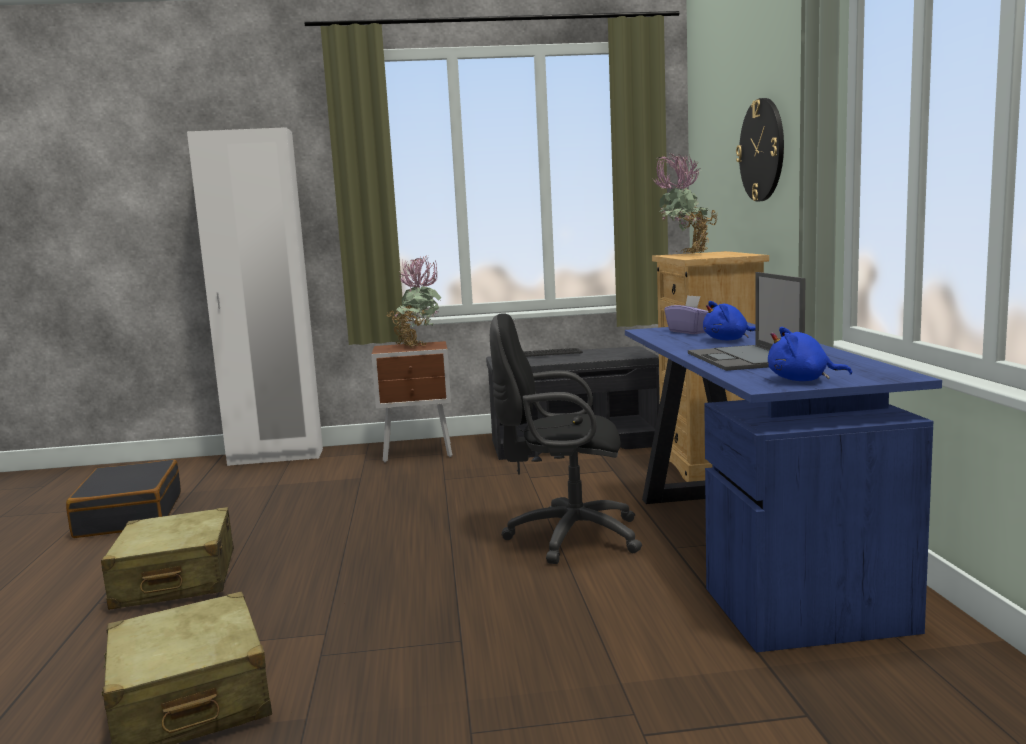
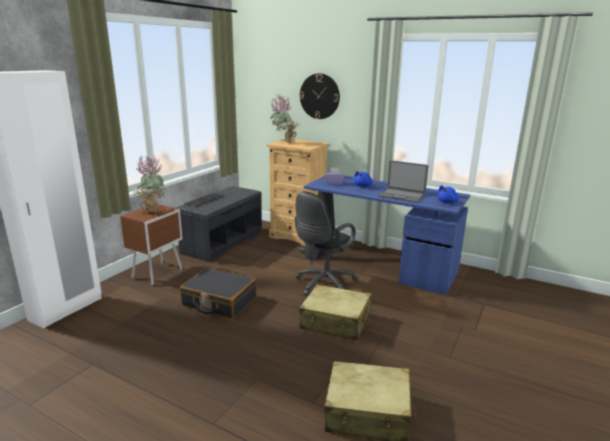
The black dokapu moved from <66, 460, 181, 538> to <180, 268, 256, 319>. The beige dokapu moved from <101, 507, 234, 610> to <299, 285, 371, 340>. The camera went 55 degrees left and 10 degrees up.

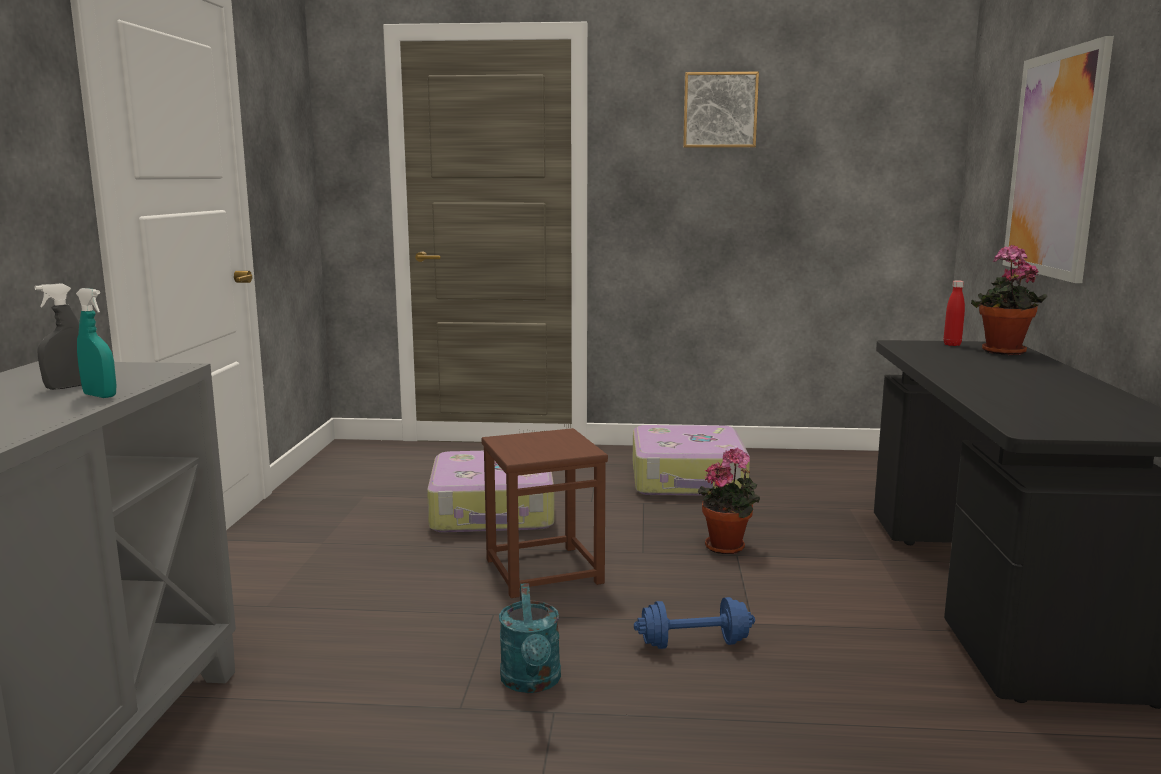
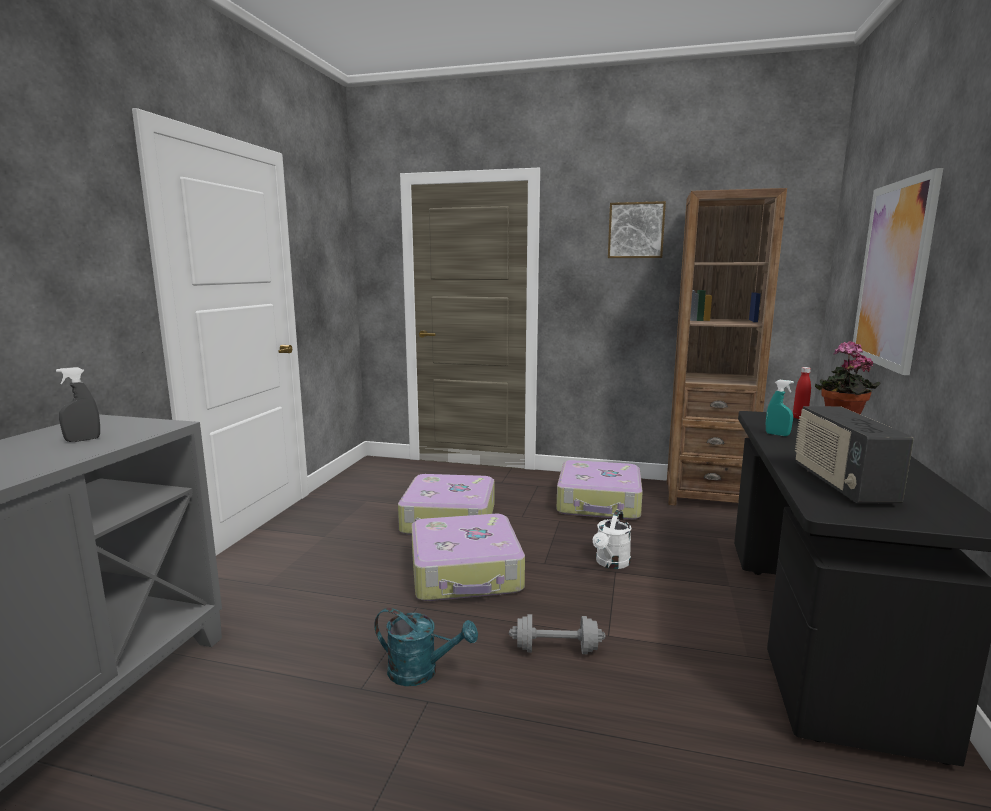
The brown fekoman at <667, 188, 787, 506> appeared. The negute at <795, 406, 913, 503> appeared. The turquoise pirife moved from <76, 288, 116, 398> to <766, 380, 794, 436>. The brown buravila at <481, 428, 608, 598> was replaced by the dokapu at <411, 514, 525, 601>. The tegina at <698, 447, 760, 554> was replaced by the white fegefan at <593, 510, 632, 569>. The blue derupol at <634, 597, 755, 649> became the grey derupol at <509, 614, 605, 654>. The turquoise fegefan at <499, 583, 561, 693> turned 75 degrees counterclockwise. The camera went 10 degrees right and 0 degrees up.

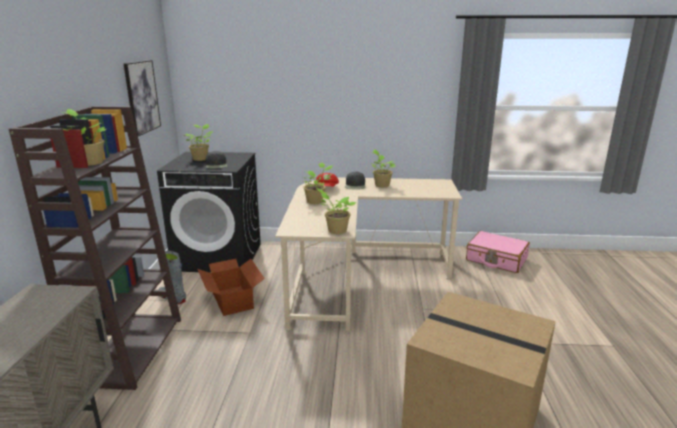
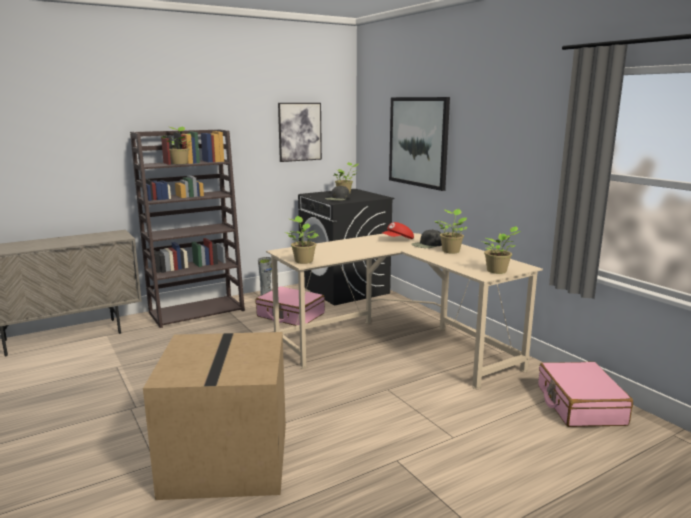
The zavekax at <389, 97, 450, 191> appeared. The tegina moved from <303, 163, 333, 204> to <482, 226, 521, 274>. The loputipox at <198, 259, 265, 316> was replaced by the pink dokapu at <255, 286, 325, 326>. The camera went 55 degrees right and 5 degrees down.

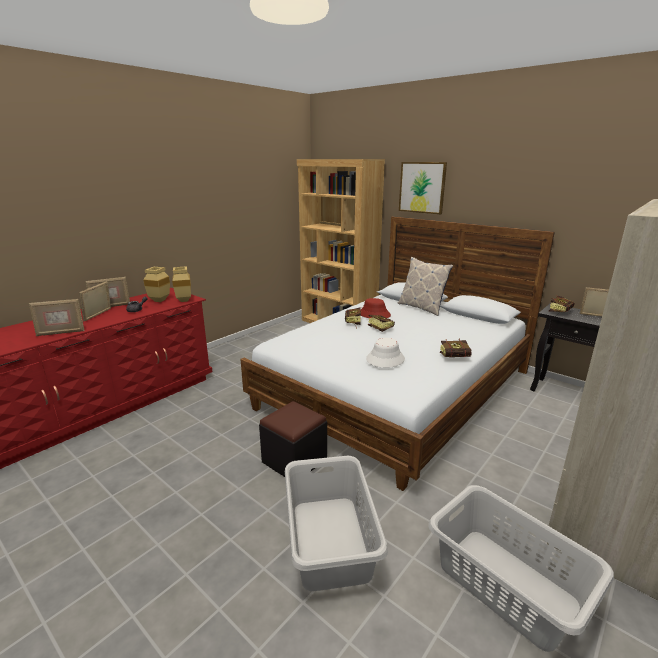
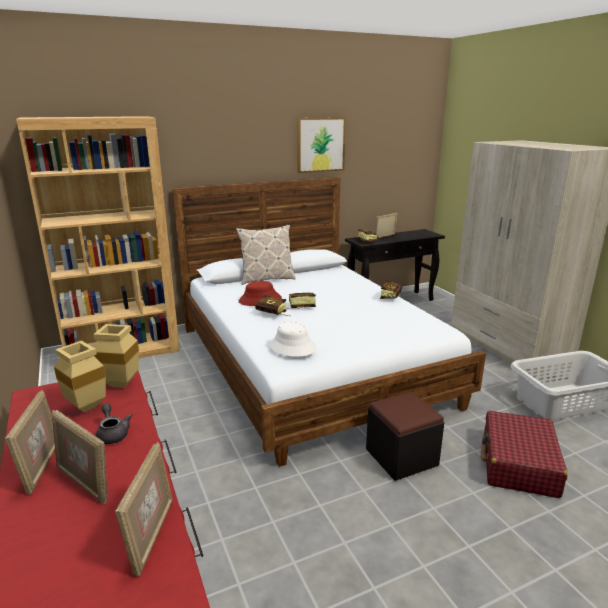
The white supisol moved from <366, 338, 405, 368> to <269, 322, 317, 357>. The zavekax moved from <399, 162, 447, 214> to <297, 117, 346, 173>. The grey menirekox at <285, 456, 388, 591> was replaced by the red dokapu at <481, 411, 568, 498>. The camera went 65 degrees left and 0 degrees up.

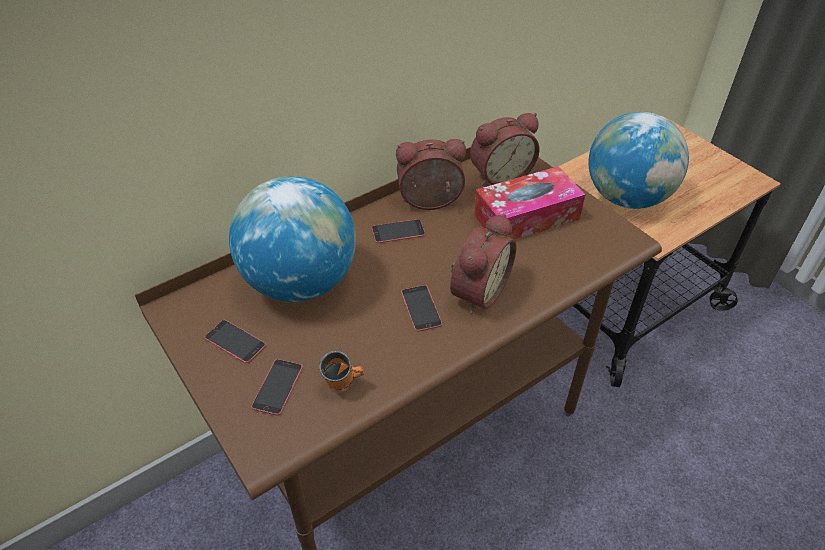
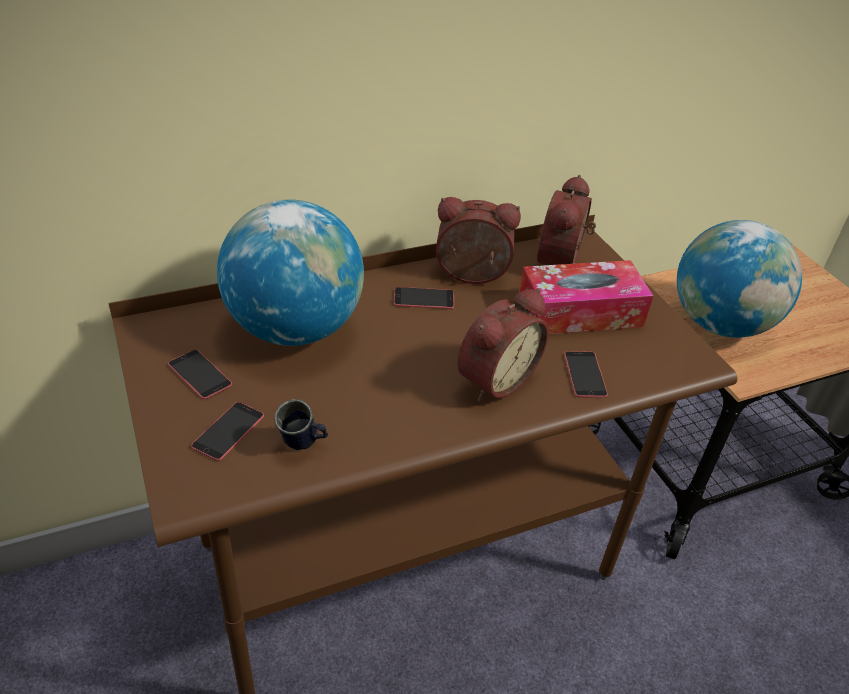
The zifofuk moved from <401, 285, 442, 332> to <564, 351, 608, 398>. The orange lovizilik at <319, 351, 364, 390> became the blue lovizilik at <274, 399, 328, 450>. The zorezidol at <470, 113, 540, 186> turned 120 degrees clockwise. The camera went 10 degrees right and 5 degrees down.

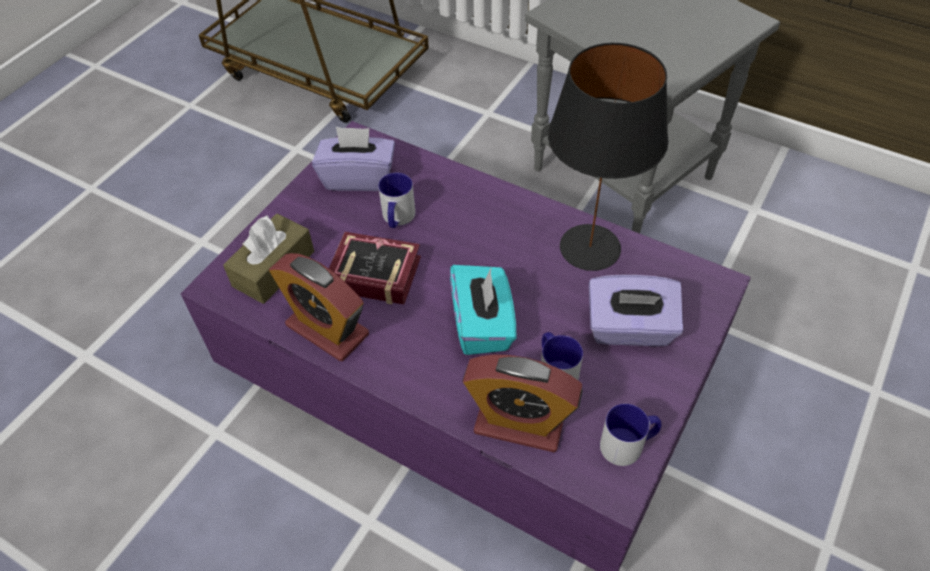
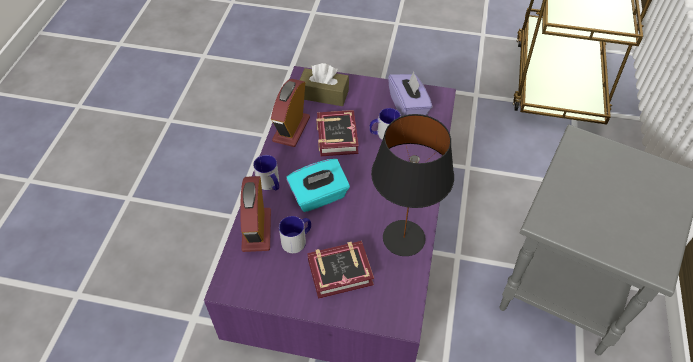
The lovizilik moved from <600, 404, 661, 466> to <253, 155, 279, 190>. The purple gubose at <589, 275, 683, 346> was replaced by the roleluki at <307, 241, 374, 299>. The camera went 70 degrees right and 0 degrees up.

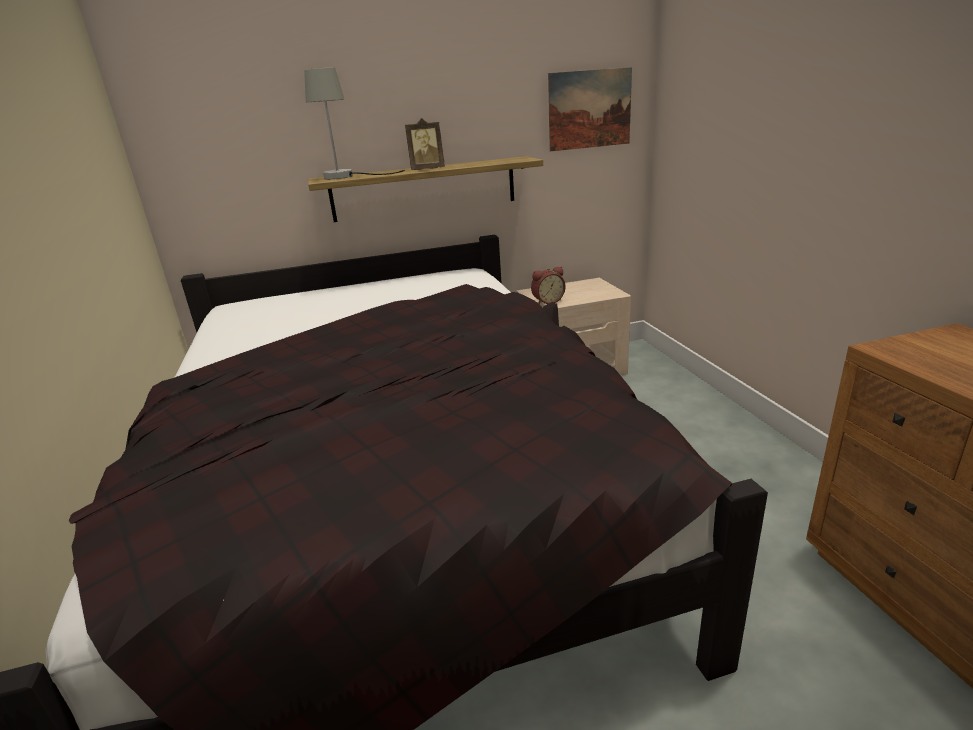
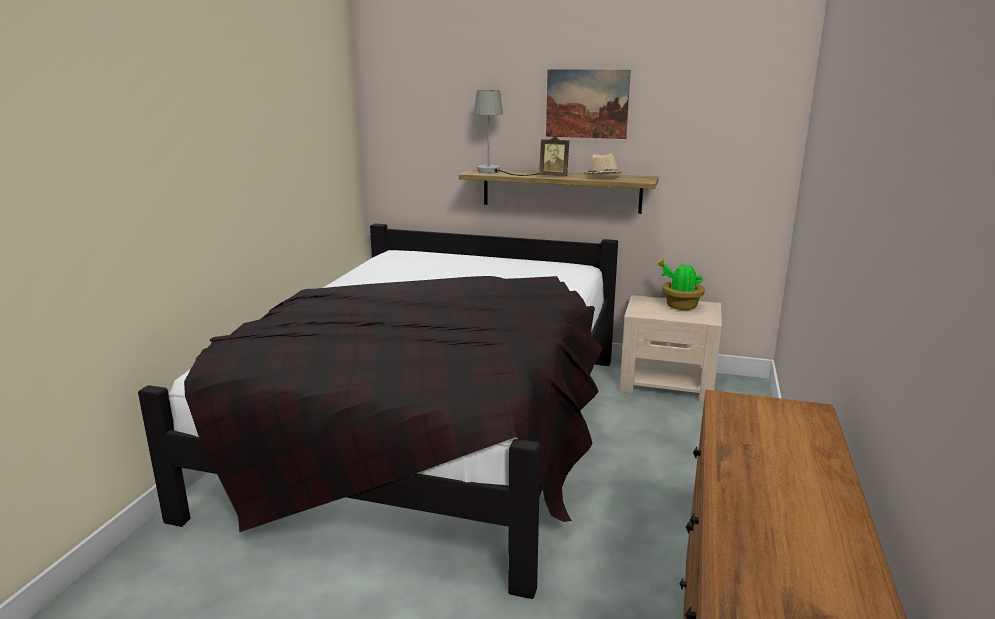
The zorezidol at <531, 266, 566, 304> disappeared. The beige supisol at <584, 153, 621, 175> appeared. The tegina at <657, 258, 705, 310> appeared. The zavekax moved from <548, 67, 632, 151> to <546, 69, 631, 139>. The camera went 30 degrees right and 5 degrees down.

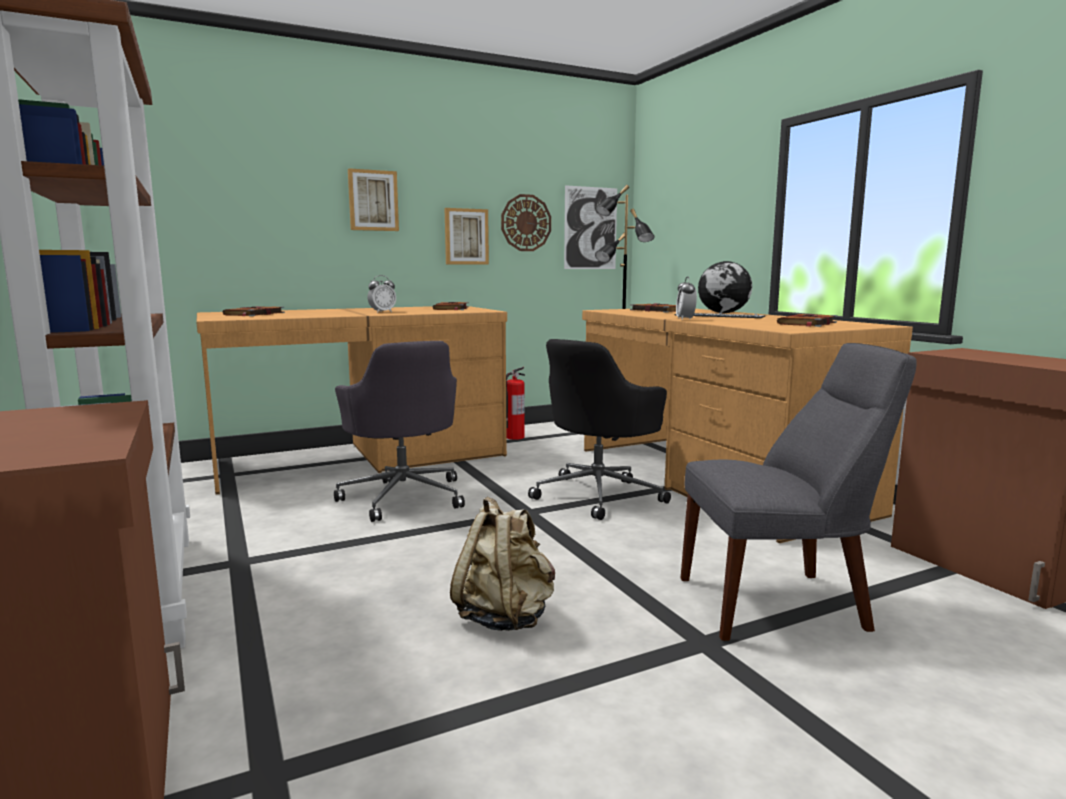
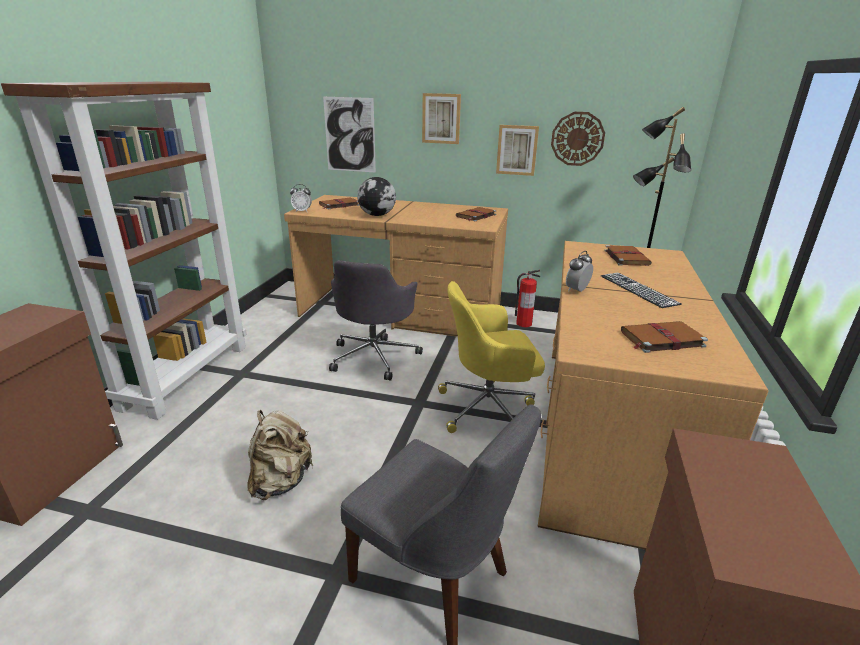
The zorezidol moved from <368, 275, 396, 313> to <290, 184, 312, 212>. The zavekax moved from <564, 185, 617, 269> to <323, 97, 376, 173>. The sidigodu moved from <698, 261, 752, 314> to <357, 177, 396, 216>. The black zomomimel at <528, 339, 671, 520> became the yellow zomomimel at <438, 281, 545, 433>. The camera went 40 degrees right and 15 degrees up.

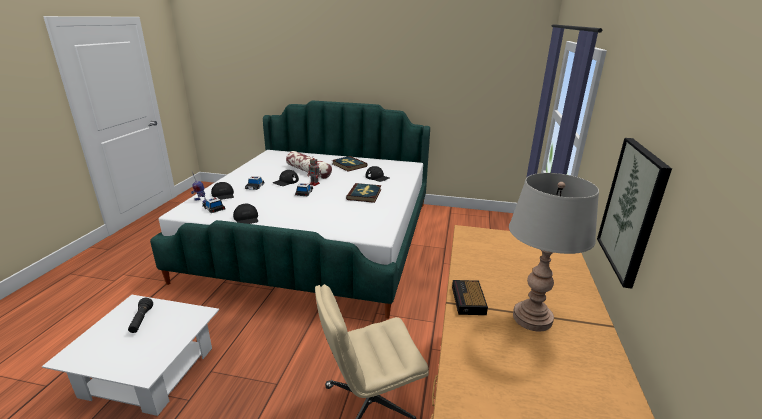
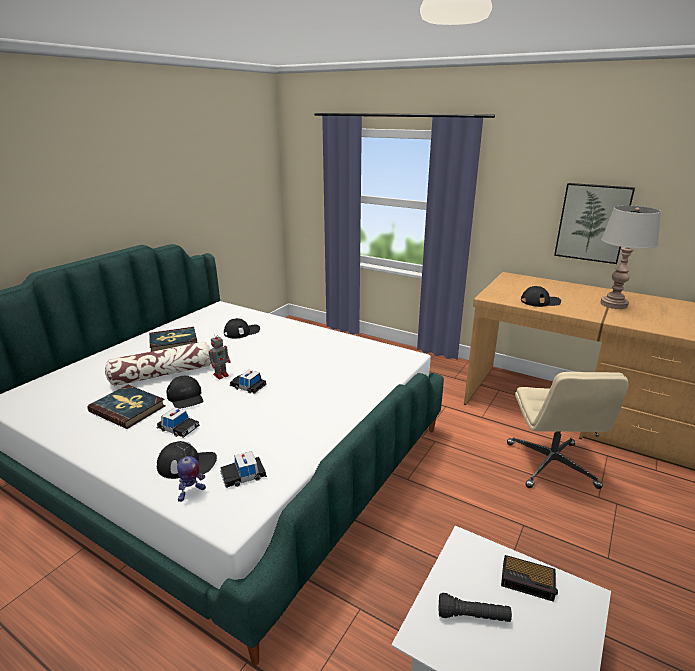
The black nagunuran moved from <233, 204, 258, 224> to <521, 286, 561, 307>. The roleluki moved from <346, 183, 381, 203> to <88, 385, 166, 429>. The zorezidol moved from <452, 280, 488, 315> to <501, 555, 558, 602>. The camera went 70 degrees left and 0 degrees up.

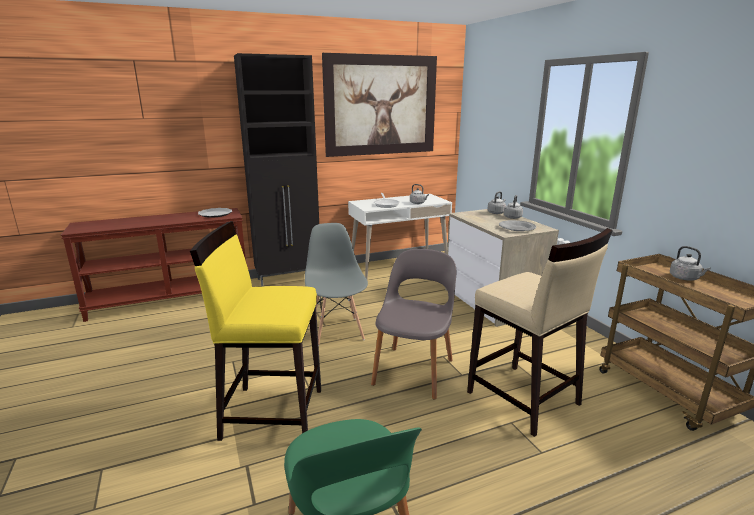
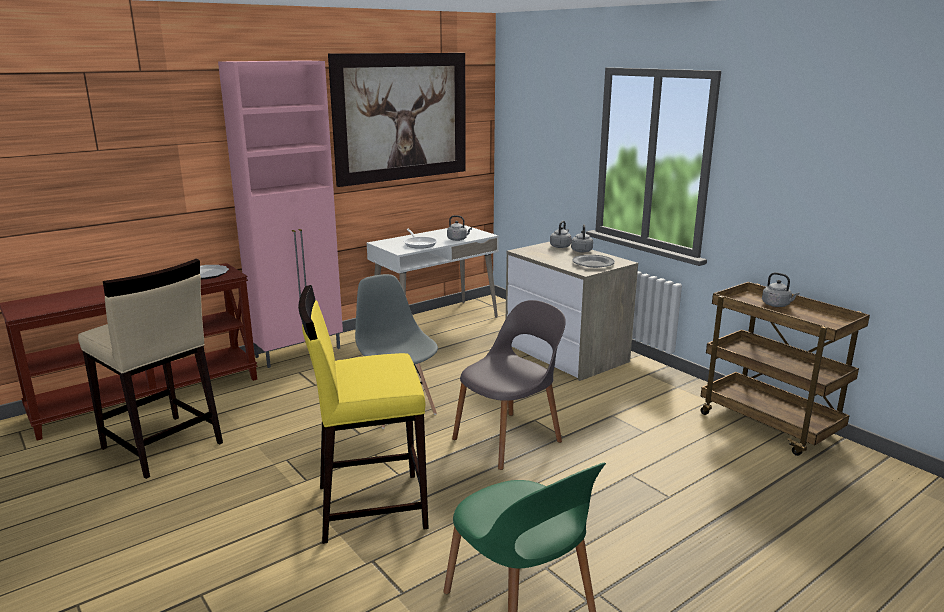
The beige buravila moved from <467, 228, 613, 437> to <78, 259, 223, 479>. The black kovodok at <234, 53, 319, 287> became the pink kovodok at <218, 60, 343, 368>. The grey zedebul at <371, 249, 456, 399> turned 45 degrees clockwise. The camera went 15 degrees left and 0 degrees up.

